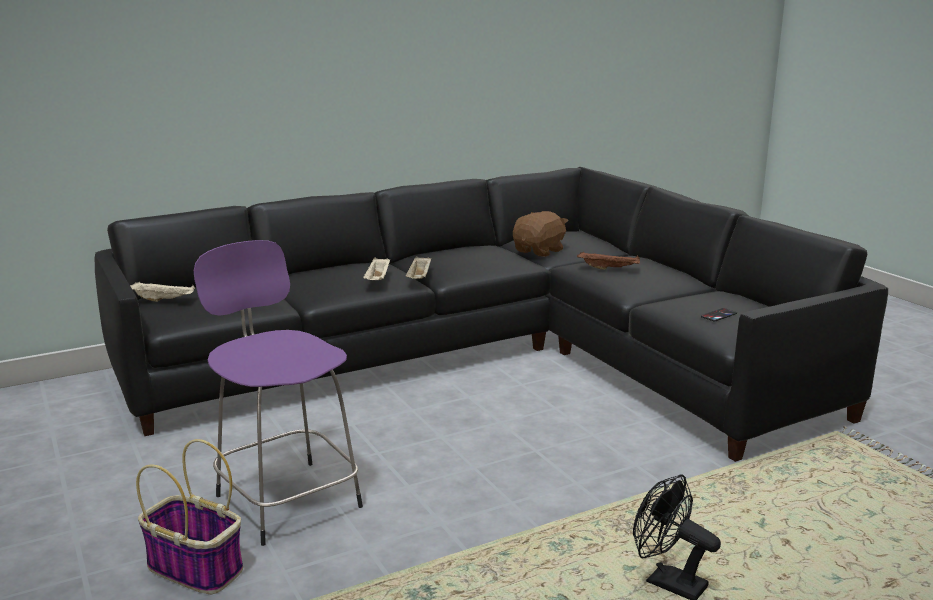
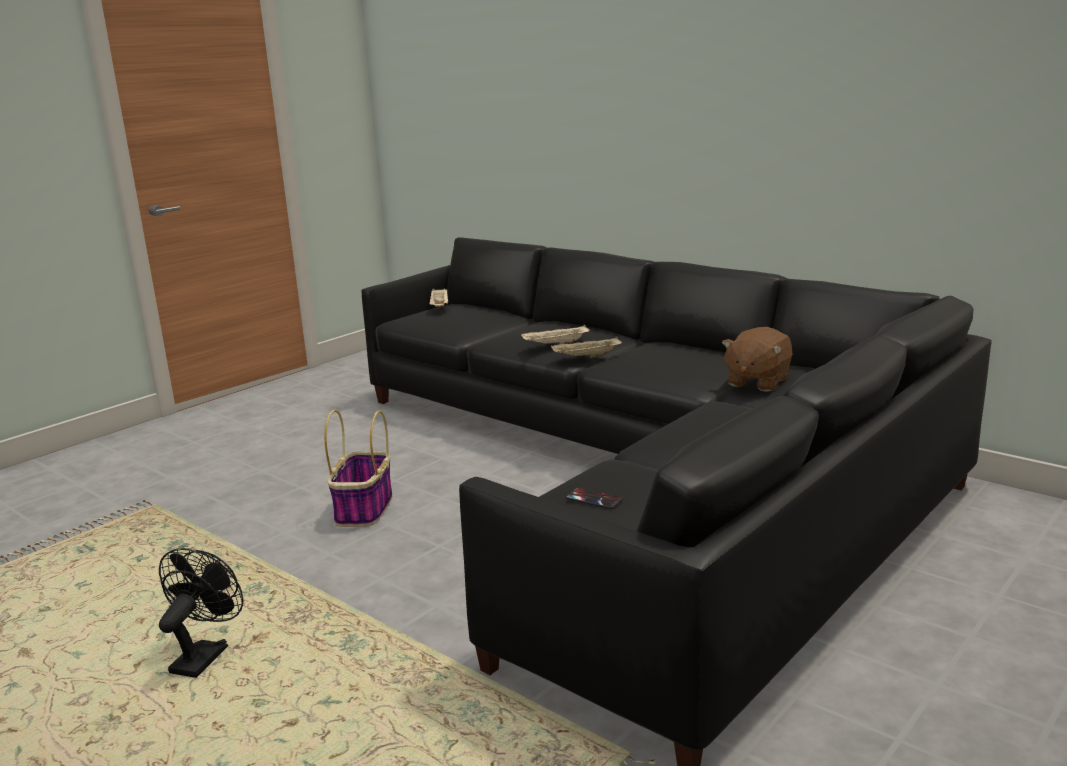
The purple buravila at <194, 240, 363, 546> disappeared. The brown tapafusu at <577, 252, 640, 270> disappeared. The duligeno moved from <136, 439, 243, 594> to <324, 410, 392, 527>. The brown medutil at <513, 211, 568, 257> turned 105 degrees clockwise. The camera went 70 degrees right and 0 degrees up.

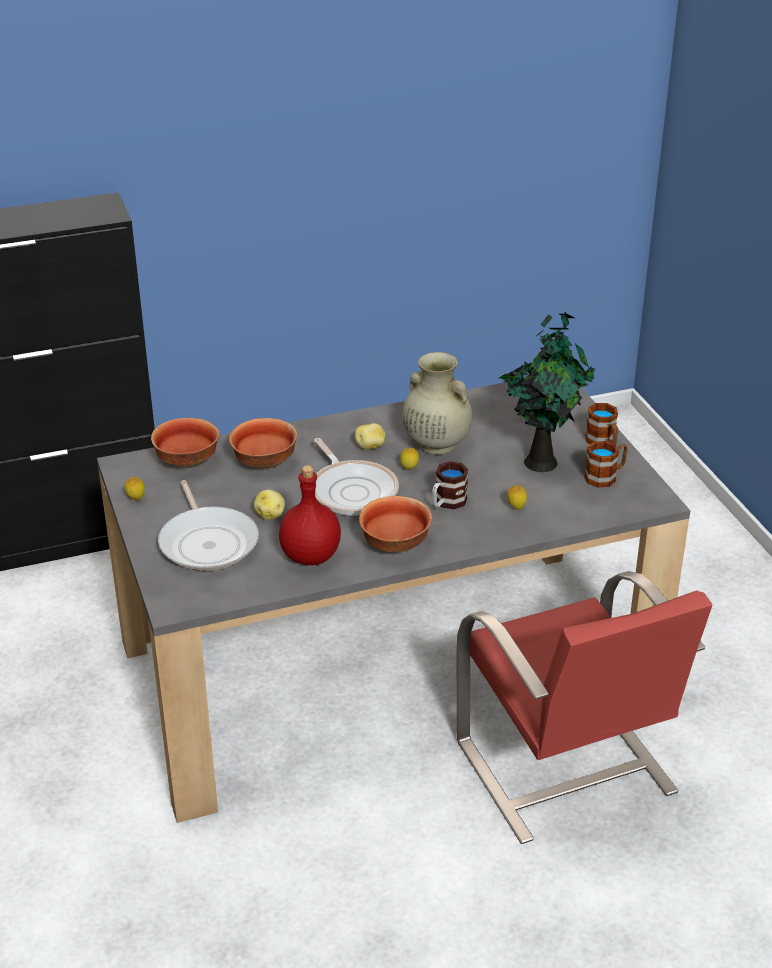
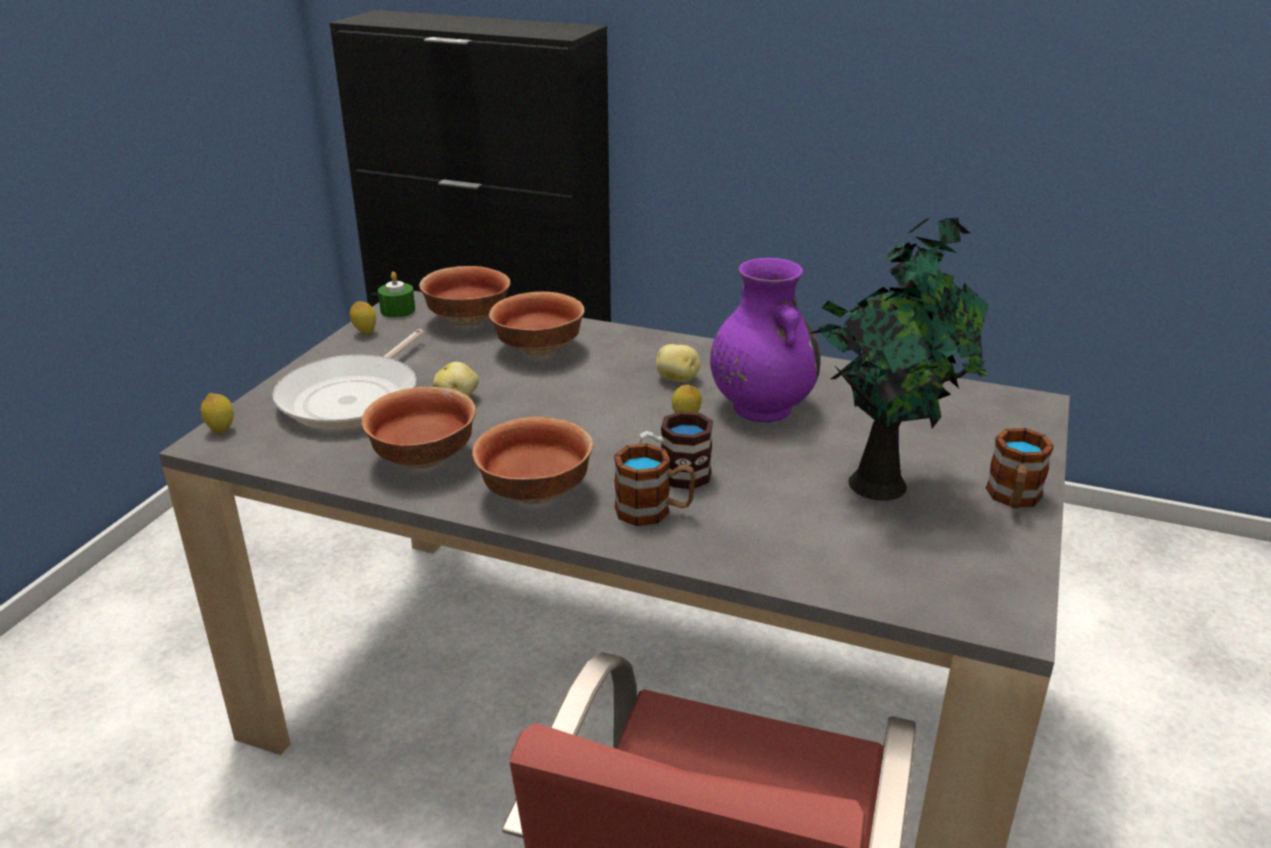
The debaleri at <314, 438, 399, 516> disappeared. The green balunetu at <378, 271, 415, 318> appeared. The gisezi moved from <507, 485, 527, 510> to <201, 393, 234, 433>. The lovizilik moved from <584, 441, 628, 488> to <614, 443, 696, 526>. The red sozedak at <279, 465, 341, 565> was replaced by the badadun at <362, 387, 476, 469>. The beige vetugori at <402, 352, 472, 455> became the purple vetugori at <710, 258, 821, 422>. The camera went 40 degrees right and 5 degrees down.

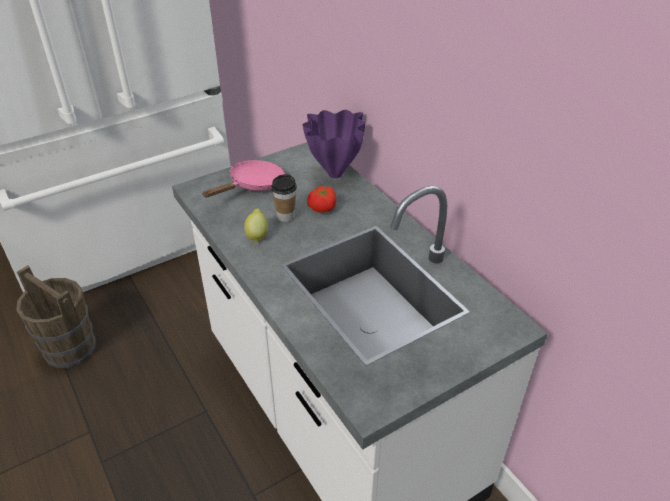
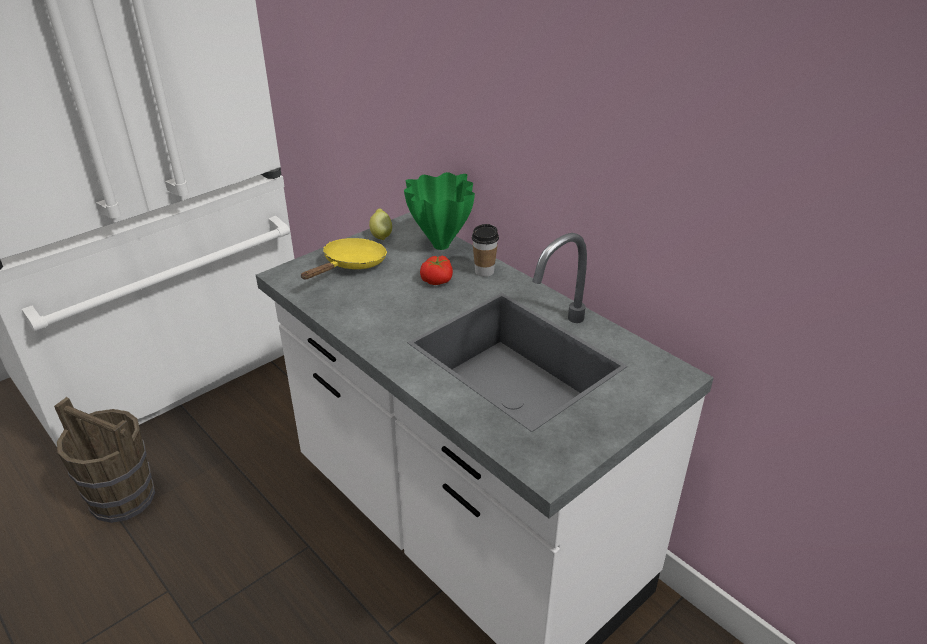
The gisezi moved from <244, 209, 268, 243> to <369, 208, 392, 240>. The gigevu moved from <271, 174, 297, 222> to <472, 224, 499, 277>. The pink debaleri at <202, 160, 285, 197> became the yellow debaleri at <301, 238, 387, 279>. The purple vetugori at <303, 110, 366, 178> became the green vetugori at <404, 172, 475, 250>. The camera went 10 degrees left and 5 degrees down.

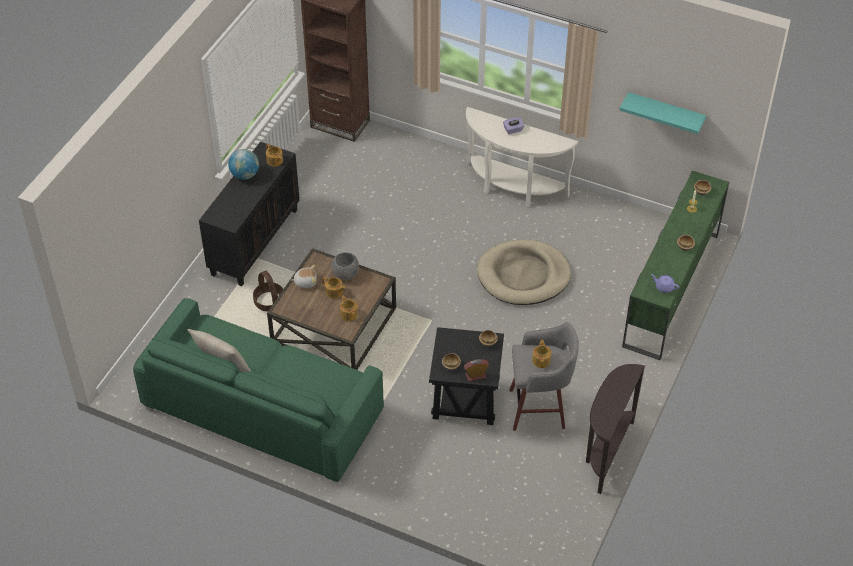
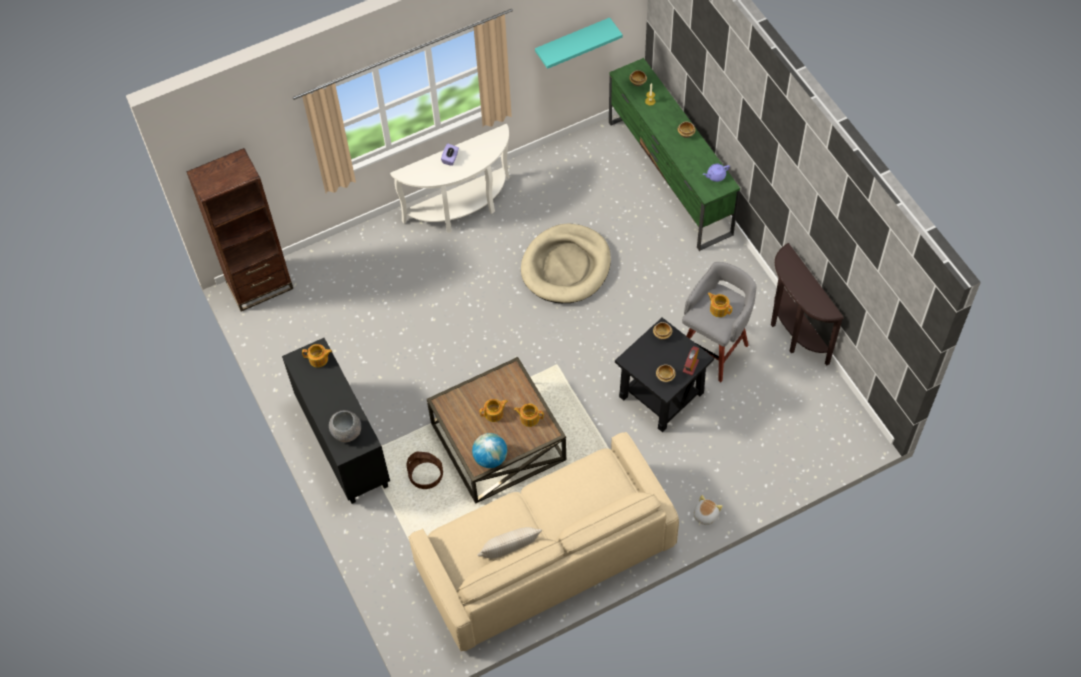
The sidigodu moved from <228, 149, 259, 180> to <472, 433, 507, 468>. The medutil moved from <291, 265, 317, 288> to <694, 495, 723, 526>. The grey badadun moved from <331, 252, 359, 280> to <329, 410, 361, 442>. The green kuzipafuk at <133, 298, 384, 482> became the beige kuzipafuk at <408, 432, 679, 652>. The camera went 50 degrees left and 10 degrees up.

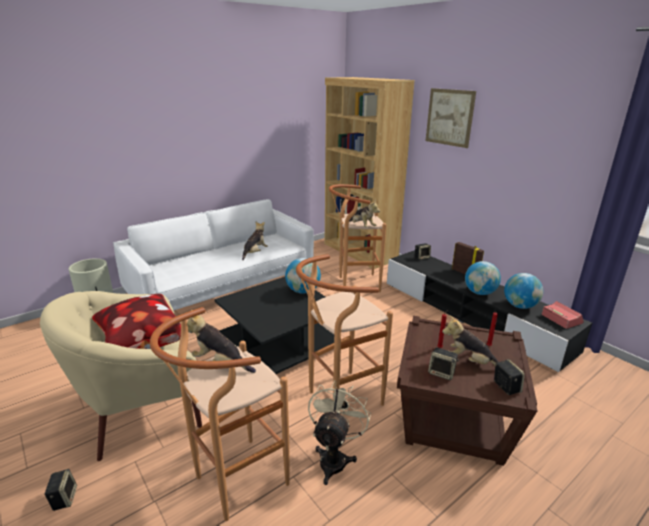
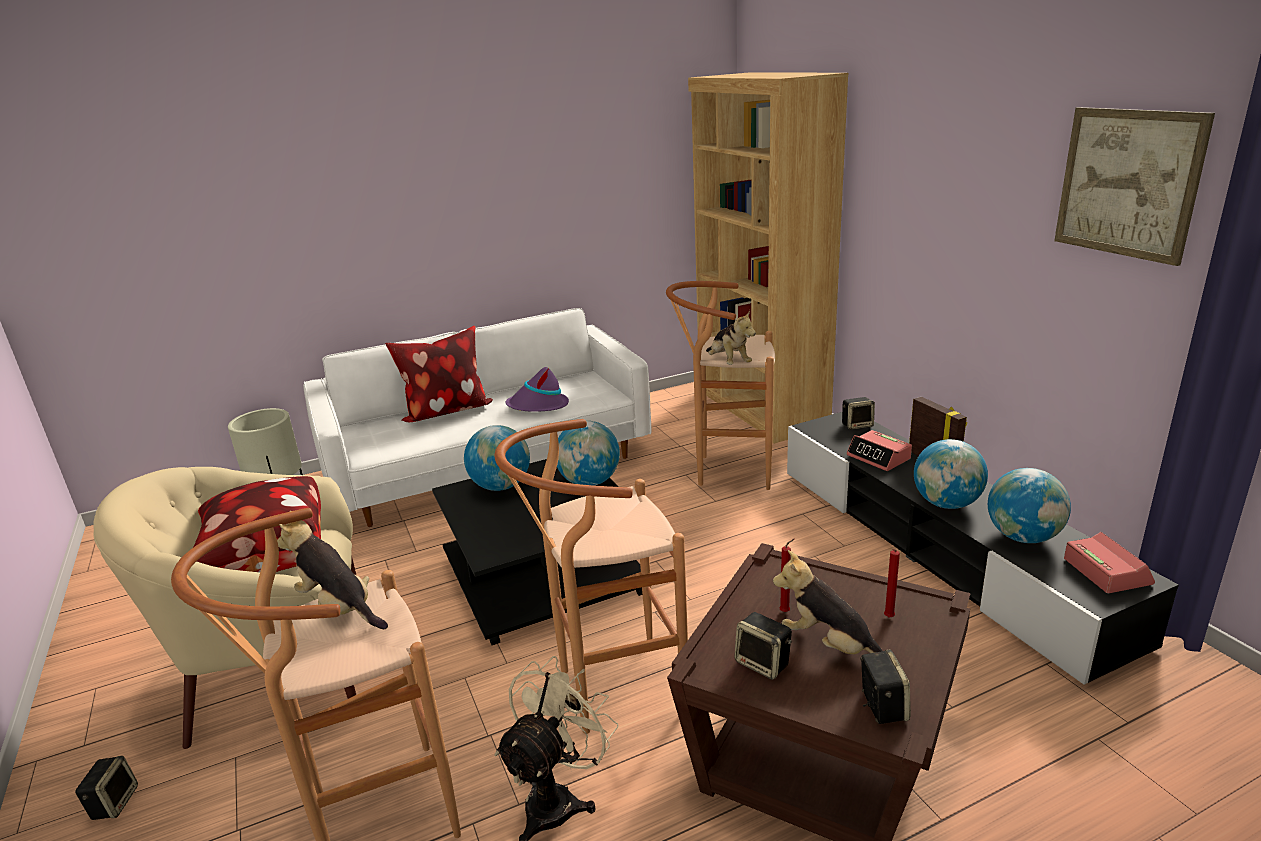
The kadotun at <385, 326, 493, 422> appeared. The sidigodu at <464, 425, 530, 491> appeared. The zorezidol at <846, 430, 912, 471> appeared. The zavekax moved from <426, 88, 476, 148> to <1054, 107, 1215, 266>. The medutil at <242, 222, 268, 260> was replaced by the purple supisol at <506, 367, 569, 412>. The camera went 15 degrees right and 0 degrees up.

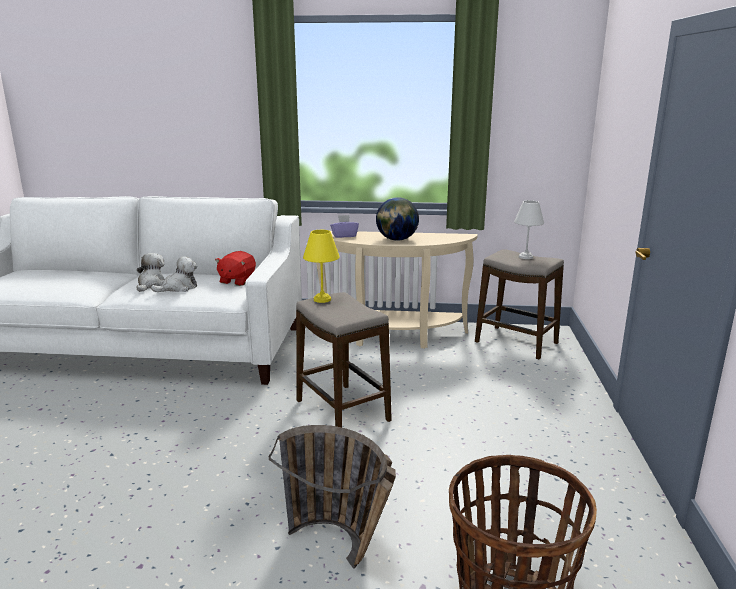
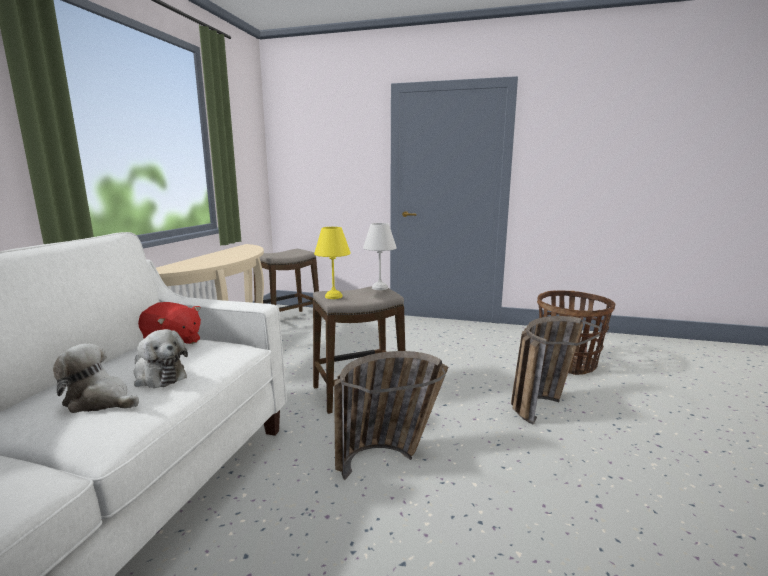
The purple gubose at <330, 215, 359, 238> disappeared. The sidigodu at <376, 197, 419, 241> disappeared. The duligeno at <334, 351, 448, 480> appeared. The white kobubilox moved from <514, 200, 544, 259> to <363, 223, 397, 290>. The medutil at <151, 256, 198, 292> turned 150 degrees clockwise. The camera went 80 degrees left and 5 degrees down.

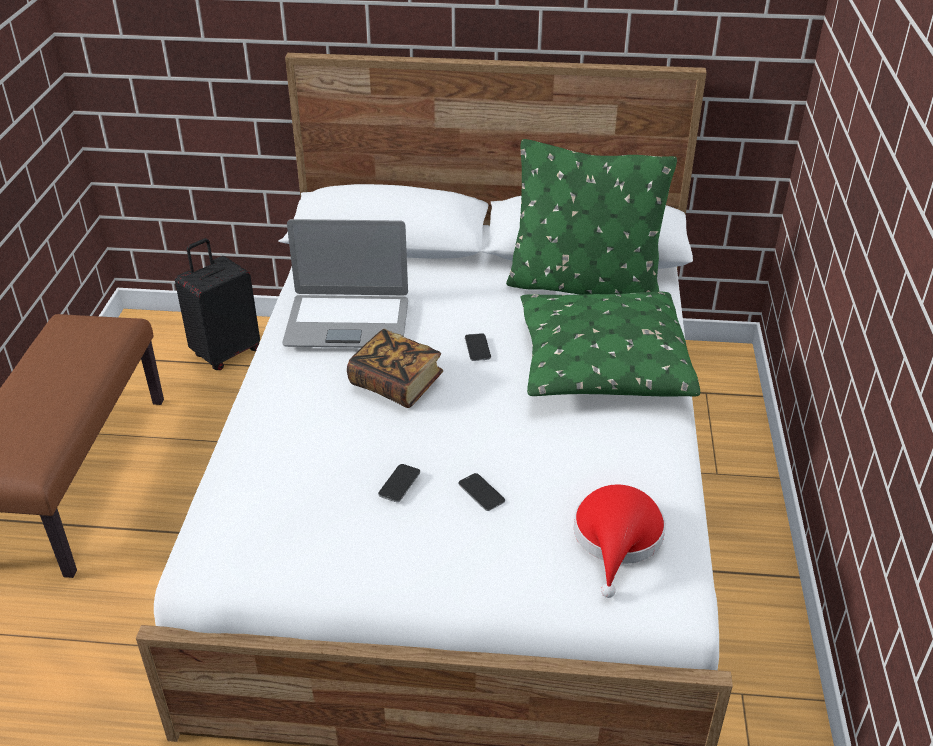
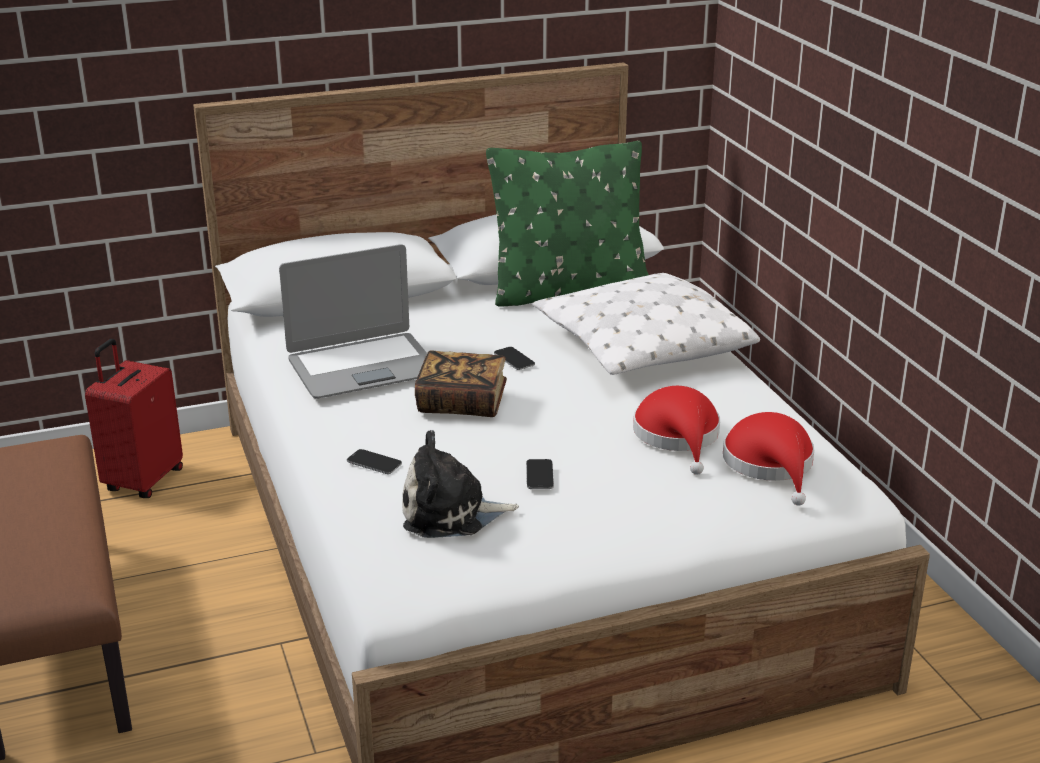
The medutil at <402, 430, 519, 538> appeared. The red supisol at <633, 386, 720, 475> appeared. The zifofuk moved from <458, 473, 505, 511> to <347, 449, 402, 474>. The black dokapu at <175, 238, 260, 370> became the red dokapu at <85, 339, 183, 498>. The green kadotun at <520, 292, 700, 397> became the white kadotun at <532, 273, 760, 375>. The camera went 25 degrees left and 10 degrees down.

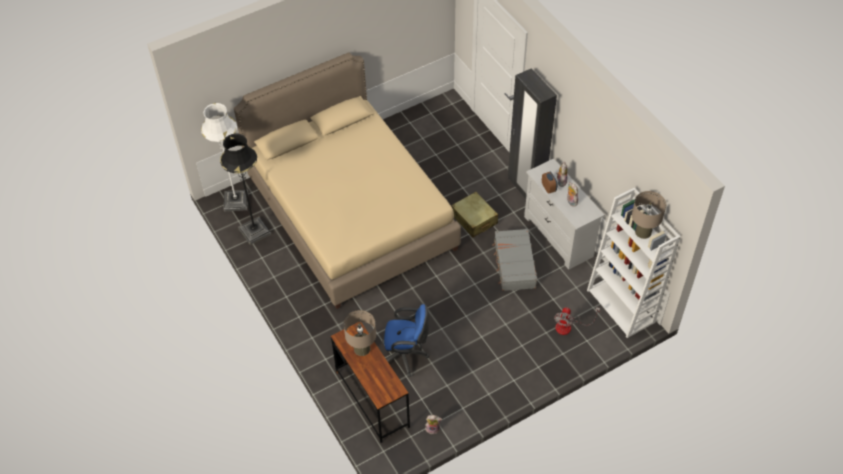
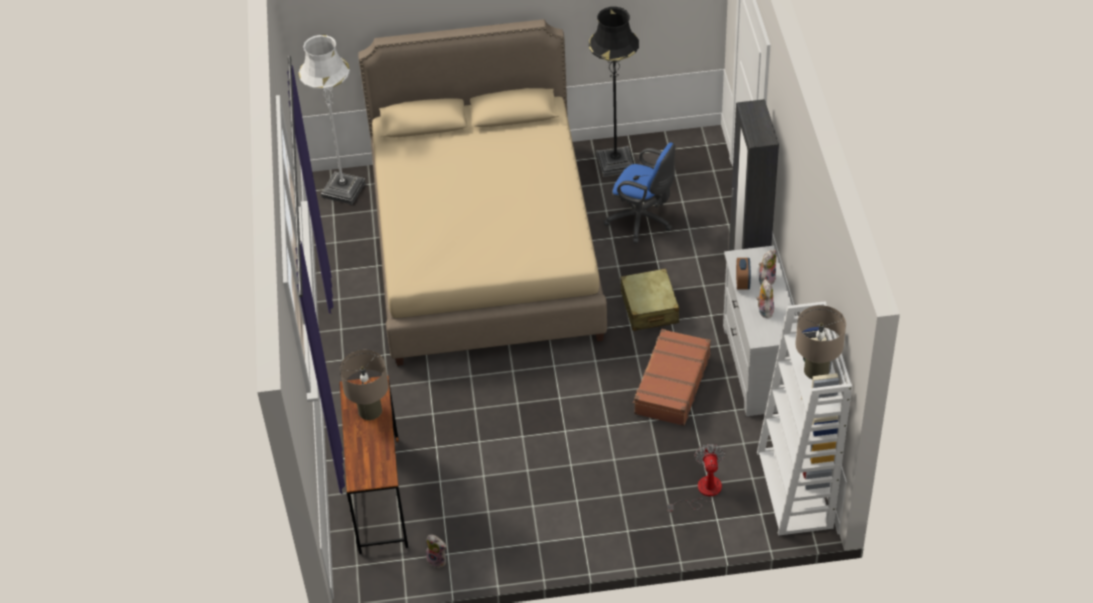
The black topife moved from <220, 134, 271, 245> to <589, 7, 639, 177>. The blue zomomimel moved from <381, 304, 429, 377> to <604, 143, 675, 244>. The grey dokapu at <492, 229, 537, 291> became the brown dokapu at <633, 329, 711, 426>. The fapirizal at <554, 307, 600, 335> turned 135 degrees clockwise. The camera went 25 degrees right and 5 degrees down.

